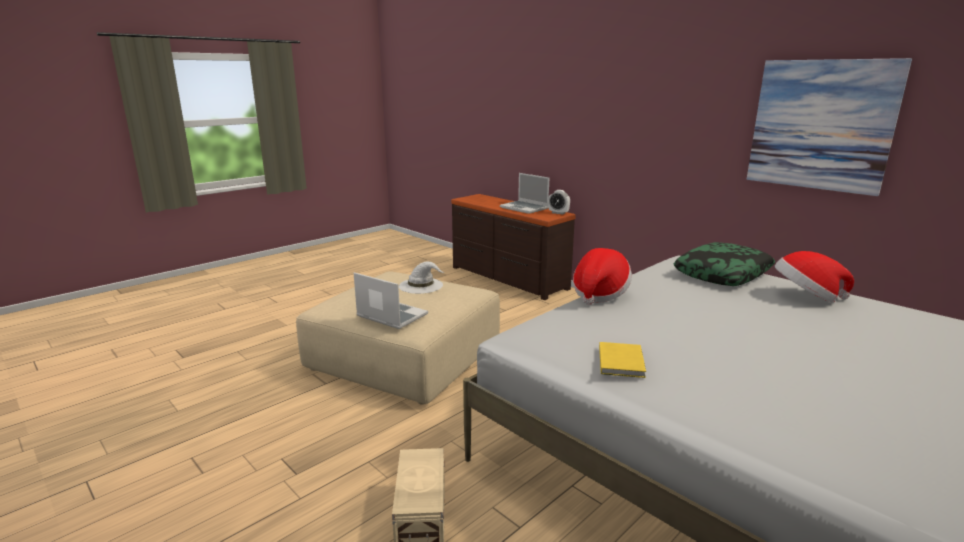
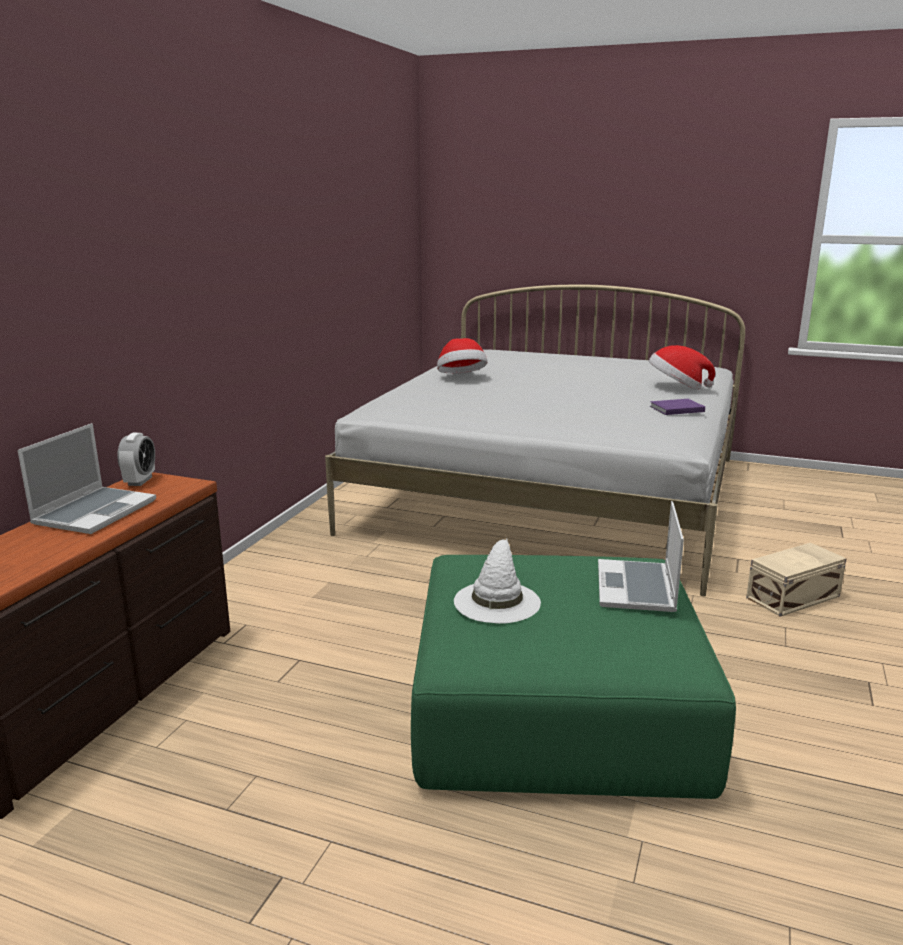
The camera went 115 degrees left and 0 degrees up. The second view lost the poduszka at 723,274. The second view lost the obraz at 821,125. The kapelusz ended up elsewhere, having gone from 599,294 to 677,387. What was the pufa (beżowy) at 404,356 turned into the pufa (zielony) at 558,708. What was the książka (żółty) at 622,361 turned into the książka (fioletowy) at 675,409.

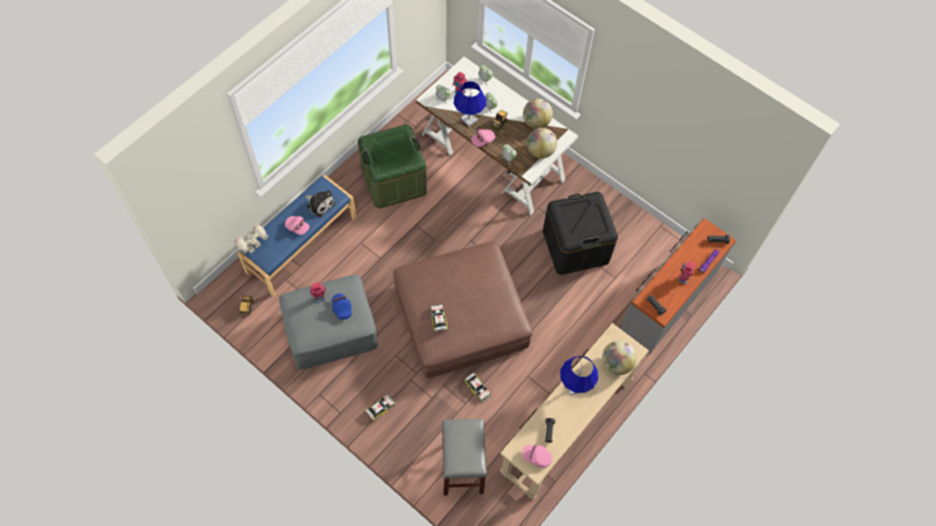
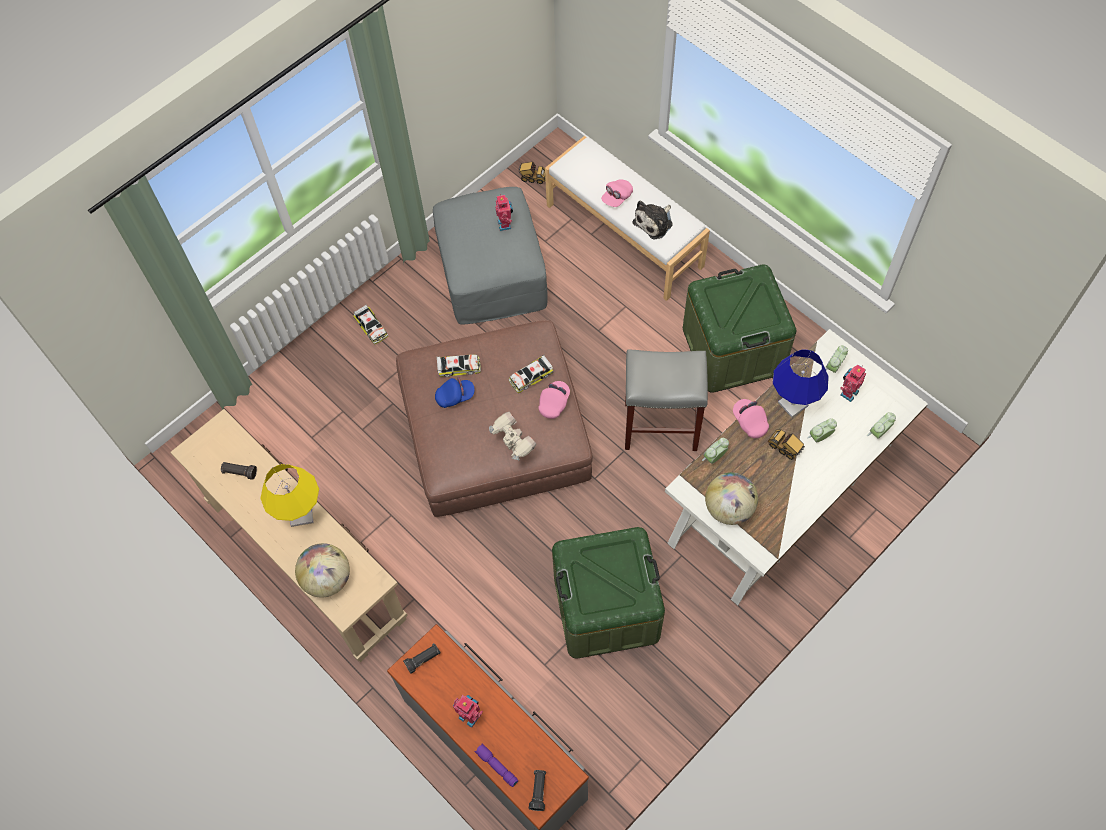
The camera went 100 degrees right and 0 degrees up. The second view lost the globus at 536,122. The robot zabawkowy ended up elsewhere, having gone from 254,248 to 514,449. The czapka z daszkiem (niebieski) ended up elsewhere, having gone from 342,308 to 455,396. The stołek (szary) ended up elsewhere, having gone from 462,468 to 661,425. The samochodzik ended up elsewhere, having gone from 478,388 to 530,376. The czapka z daszkiem (różowy) ended up elsewhere, having gone from 536,457 to 554,403. What was the ławka (niebieski) at 301,245 turned into the ławka (biały) at 625,235. What was the pojemnik do przechowywania (czarny) at 575,246 turned into the pojemnik do przechowywania (zielony) at 606,608. What was the lampa stołowa (niebieski) at 574,386 turned into the lampa stołowa (żółty) at 301,514.

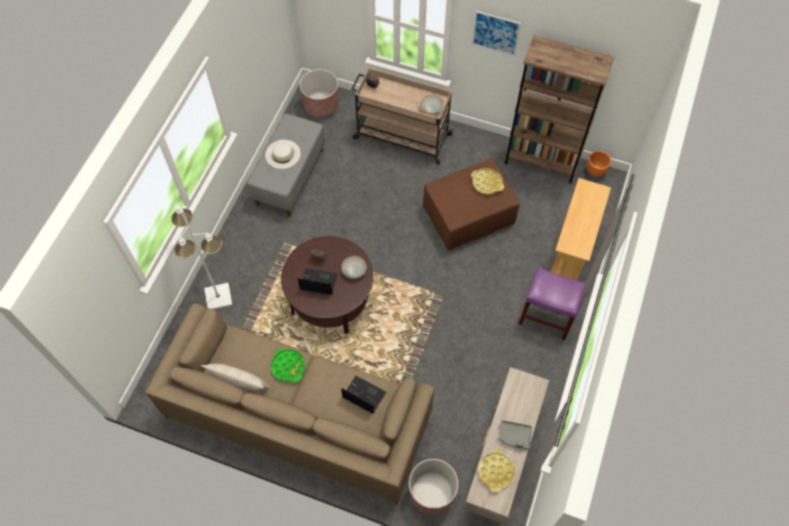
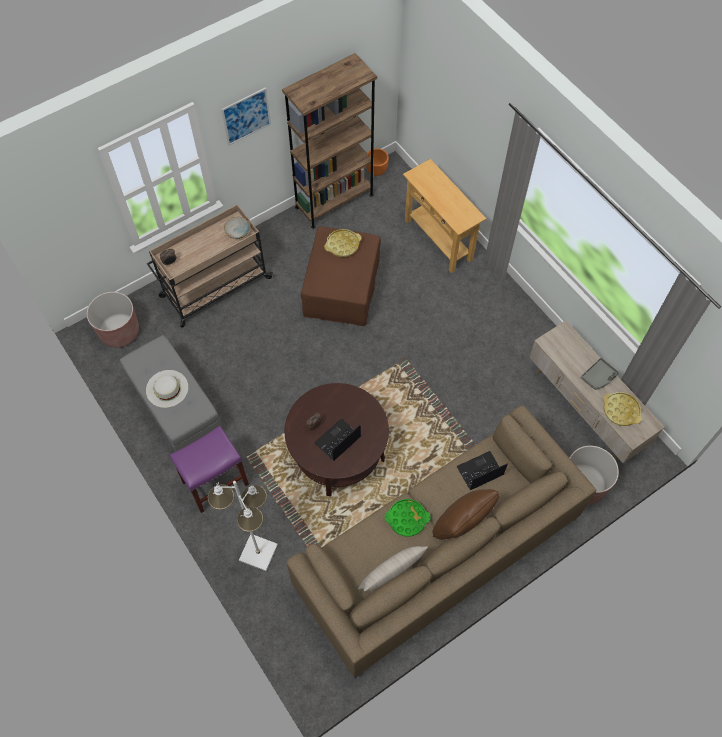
The camera went 55 degrees left and 0 degrees up. The second view lost the miska at 354,270. The second view gained the poduszka (brązowy) at 461,524. The stołek (fioletowy) ended up elsewhere, having gone from 545,317 to 214,483.

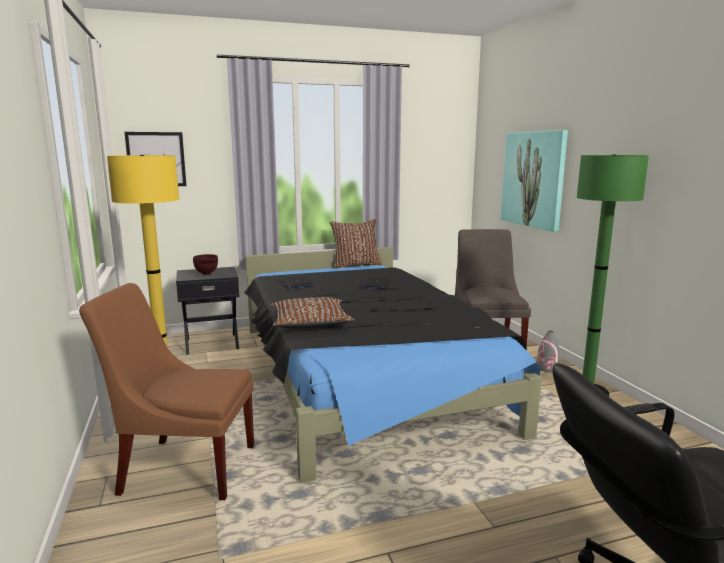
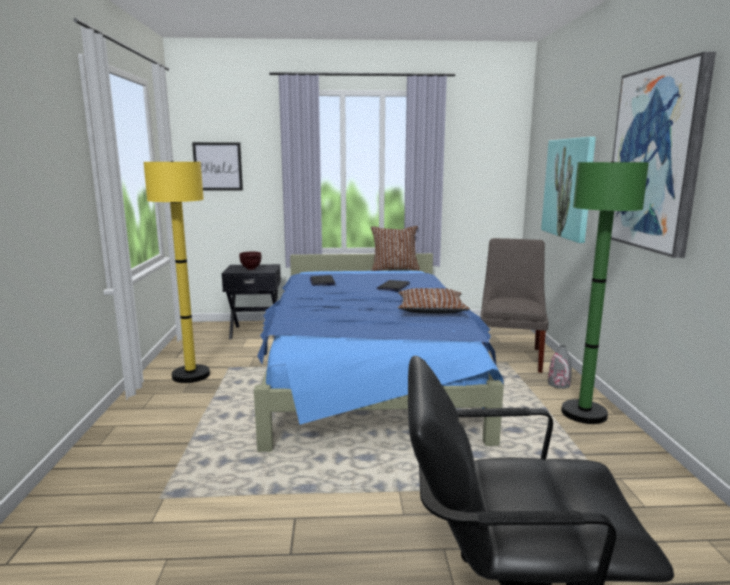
The camera went 15 degrees right and 0 degrees up. The second view lost the krzesło (brązowy) at 183,467. The second view gained the obraz at 656,159. The poduszka (brązowy) ended up elsewhere, having gone from 310,322 to 431,309. What was the łóżko (czarny) at 362,374 turned into the łóżko (niebieski) at 368,370.

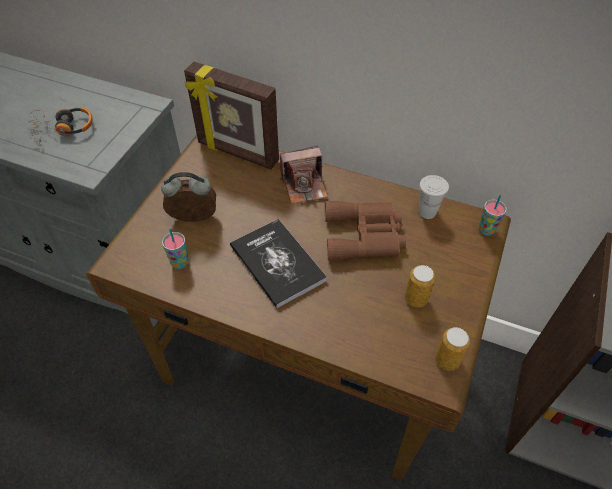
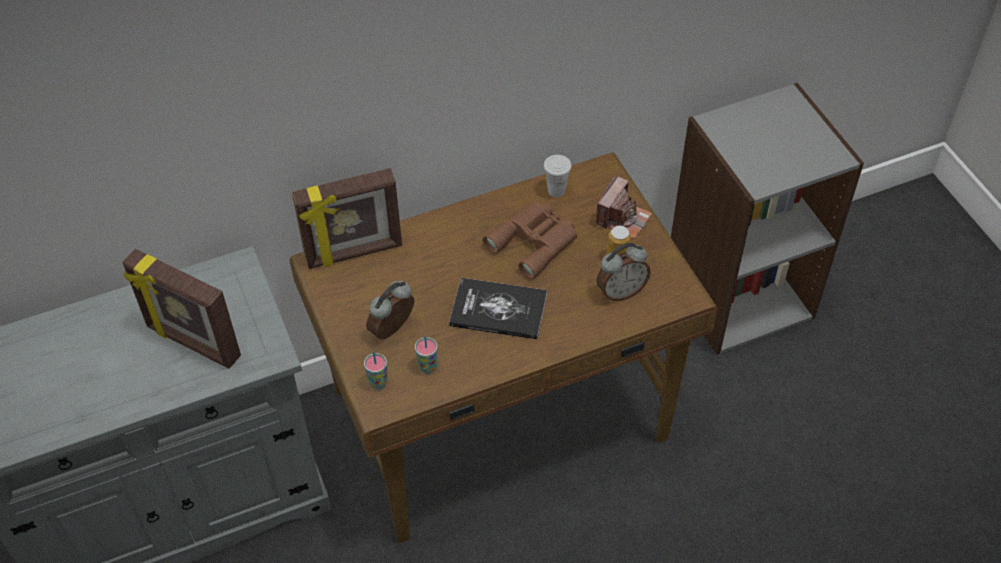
The camera went 45 degrees left and 0 degrees up. The second view lost the puszka at 447,360. The second view gained the budzik at 620,291. The aparat fotograficzny ended up elsewhere, having gone from 304,186 to 622,219. The filiżanka ended up elsewhere, having gone from 486,230 to 378,383. Where the słuchawki stood at 62,129, the ramka na zdjęcie came to stand at 192,343.

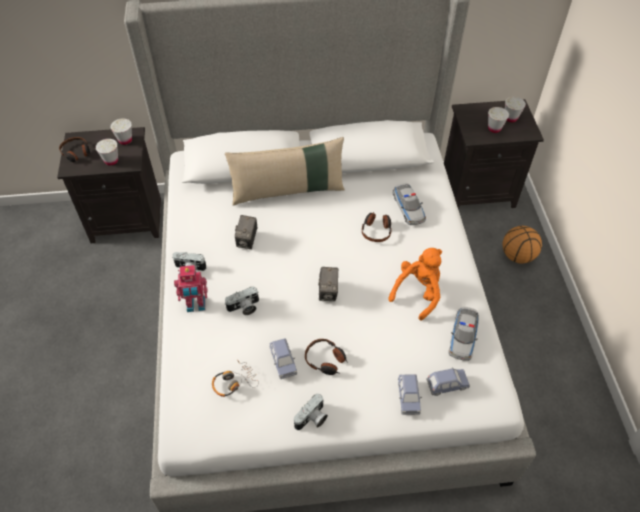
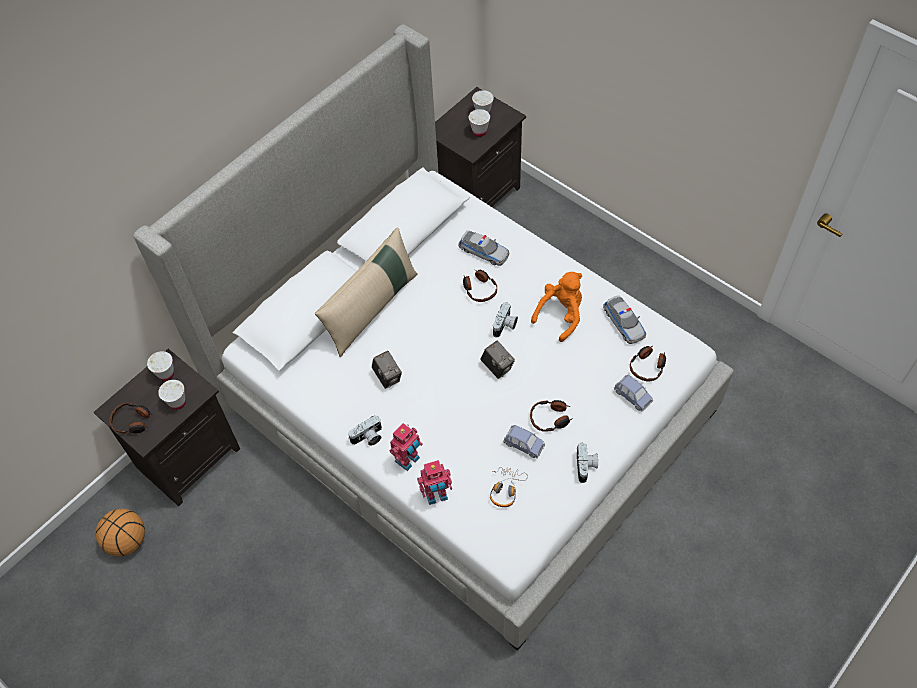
The camera went 40 degrees left and 5 degrees up. The second view gained the robot zabawkowy at 436,496. The aparat fotograficzny ended up elsewhere, having gone from 244,307 to 505,326. The piłka do koszykówki ended up elsewhere, having gone from 517,256 to 127,541. Where the samochodzik (niebieski) stood at 447,385, the słuchawki came to stand at 647,366. The pluszak (pomarańczowy) at 418,292 ended up facing another way, 45 degrees clockwise from before.

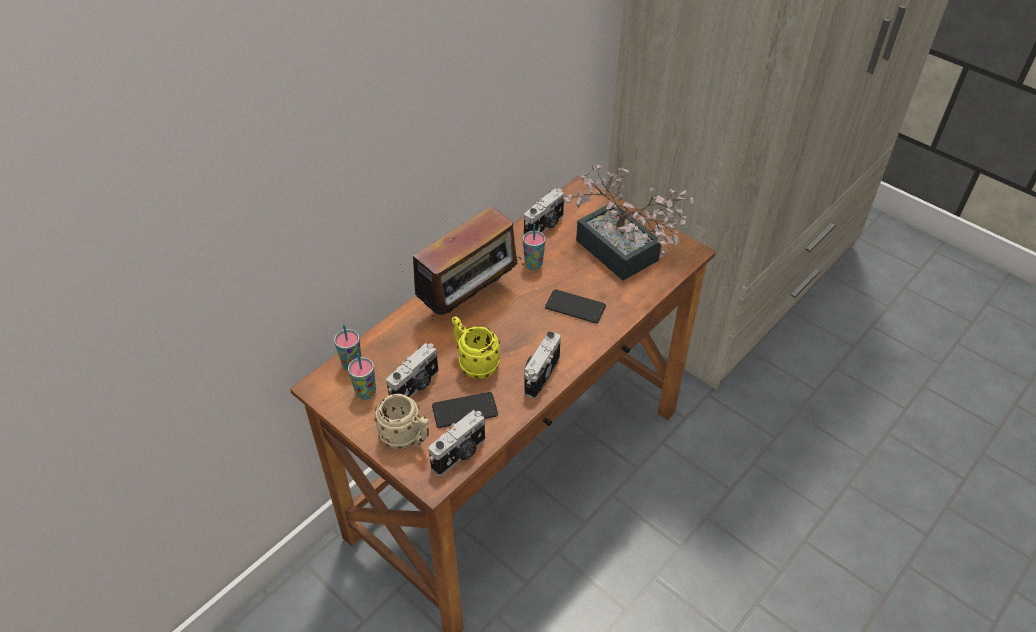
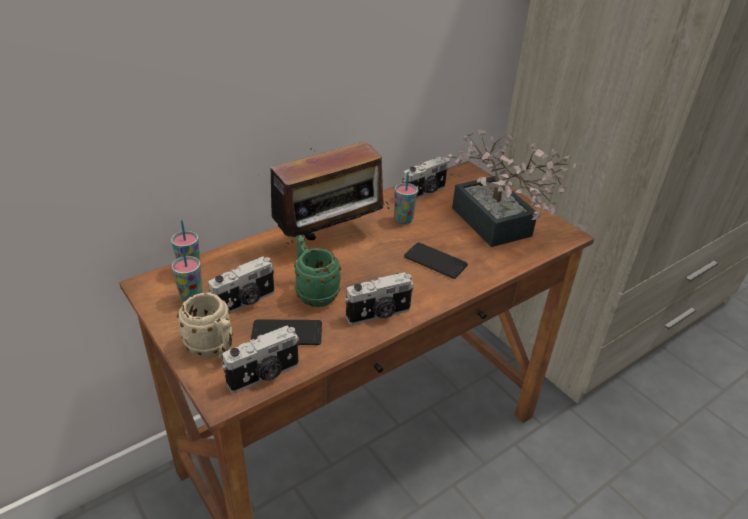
The camera went 10 degrees right and 10 degrees down. What was the kubek (żółty) at 474,363 turned into the kubek (zielony) at 313,292. The aparat fotograficzny at 540,375 ended up facing another way, 150 degrees counterclockwise from before.

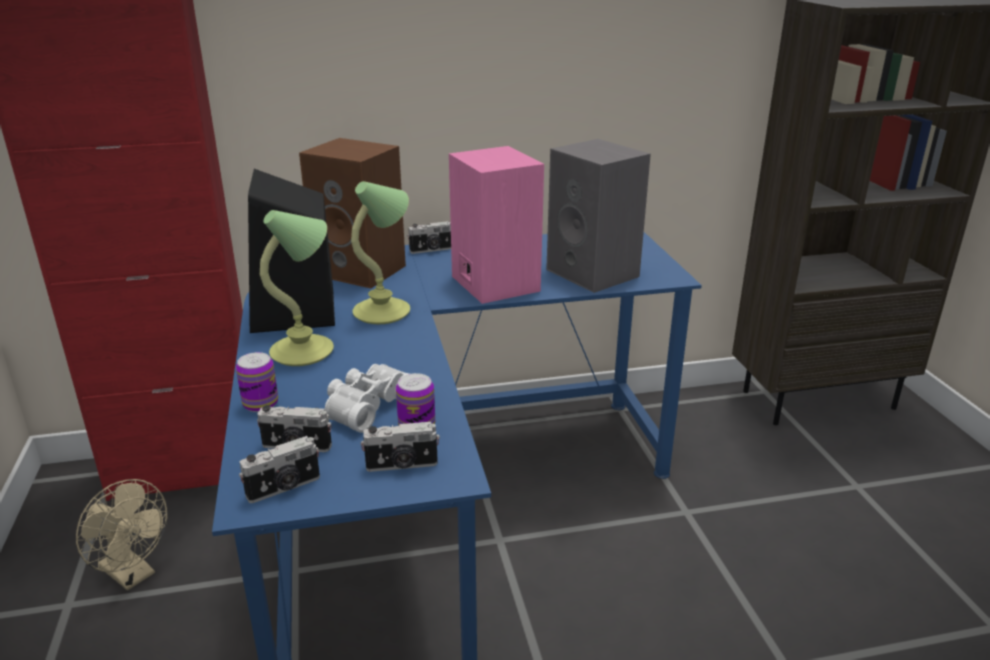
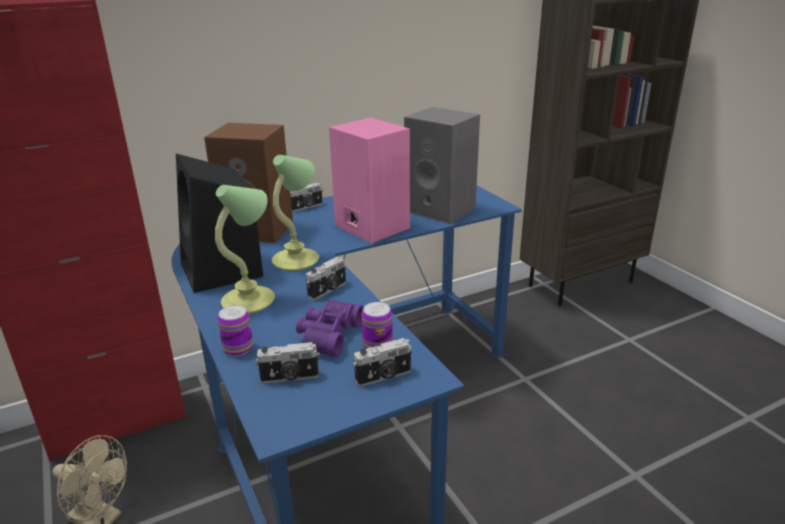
The camera went 15 degrees left and 0 degrees up. The aparat fotograficzny ended up elsewhere, having gone from 284,488 to 328,290. What was the lornetka (biały) at 366,406 turned into the lornetka (fioletowy) at 327,335.

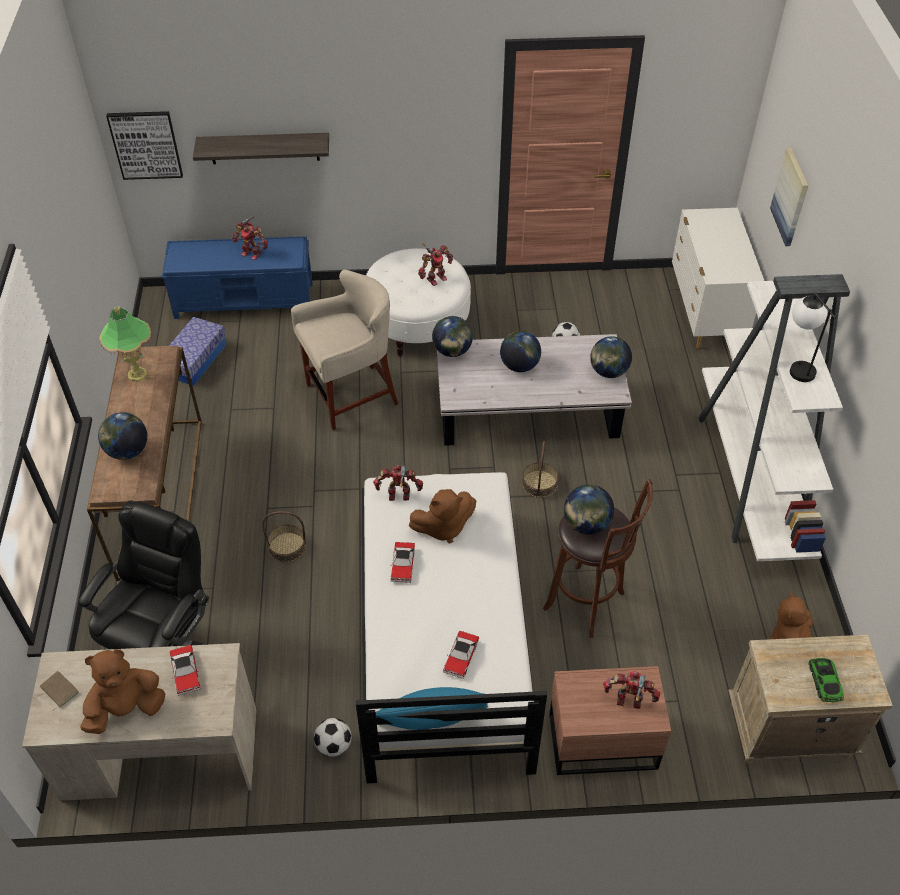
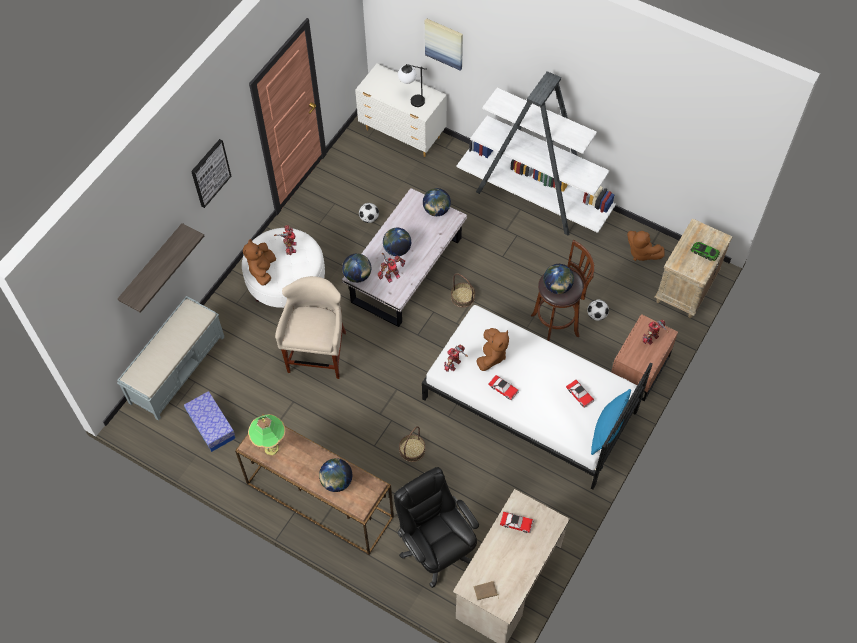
The camera went 55 degrees left and 10 degrees up. The pluszak (brązowy) ended up elsewhere, having gone from 126,709 to 262,270. The obraz ended up elsewhere, having gone from 146,144 to 210,173. The robot zabawkowy ended up elsewhere, having gone from 252,253 to 391,275. The piłka futbolowa ended up elsewhere, having gone from 334,745 to 596,315. The lampa stołowa ended up elsewhere, having gone from 796,365 to 411,100. What was the ławka (niebieski) at 245,300 turned into the ławka (szary) at 177,368.

